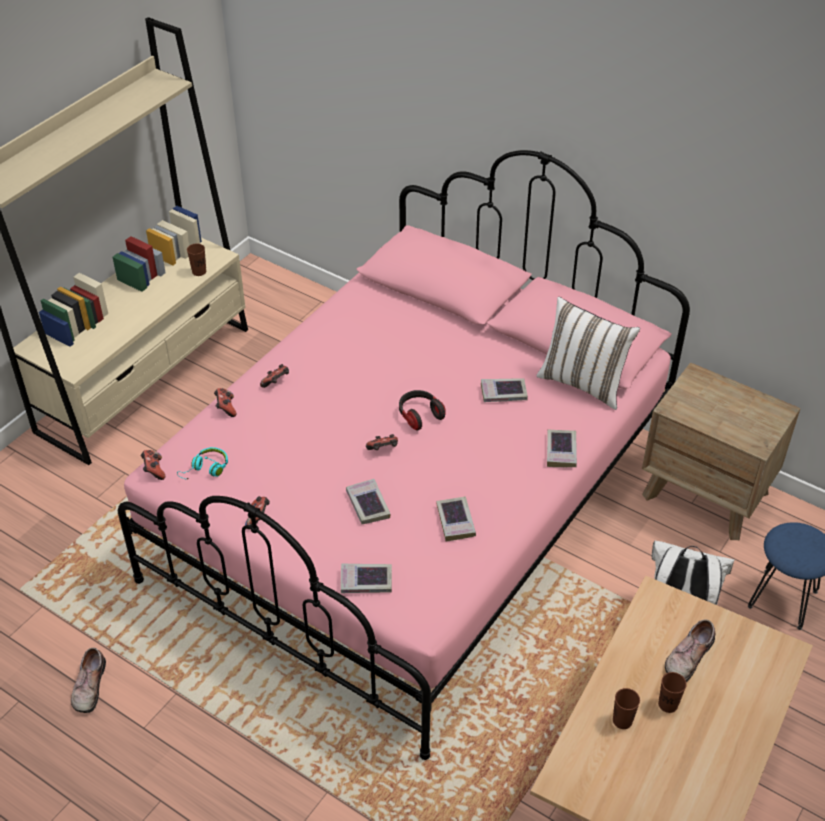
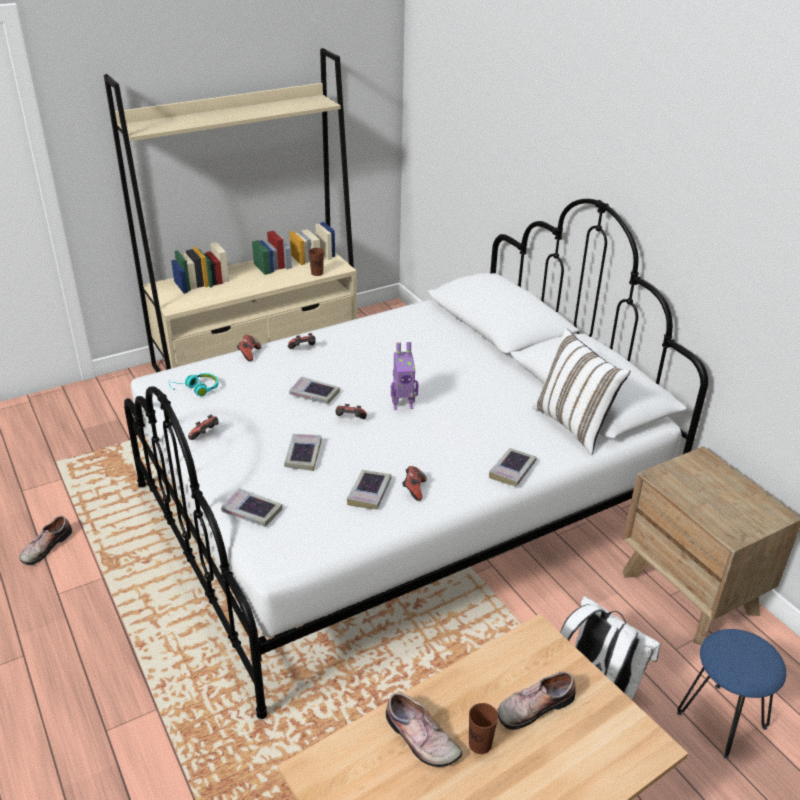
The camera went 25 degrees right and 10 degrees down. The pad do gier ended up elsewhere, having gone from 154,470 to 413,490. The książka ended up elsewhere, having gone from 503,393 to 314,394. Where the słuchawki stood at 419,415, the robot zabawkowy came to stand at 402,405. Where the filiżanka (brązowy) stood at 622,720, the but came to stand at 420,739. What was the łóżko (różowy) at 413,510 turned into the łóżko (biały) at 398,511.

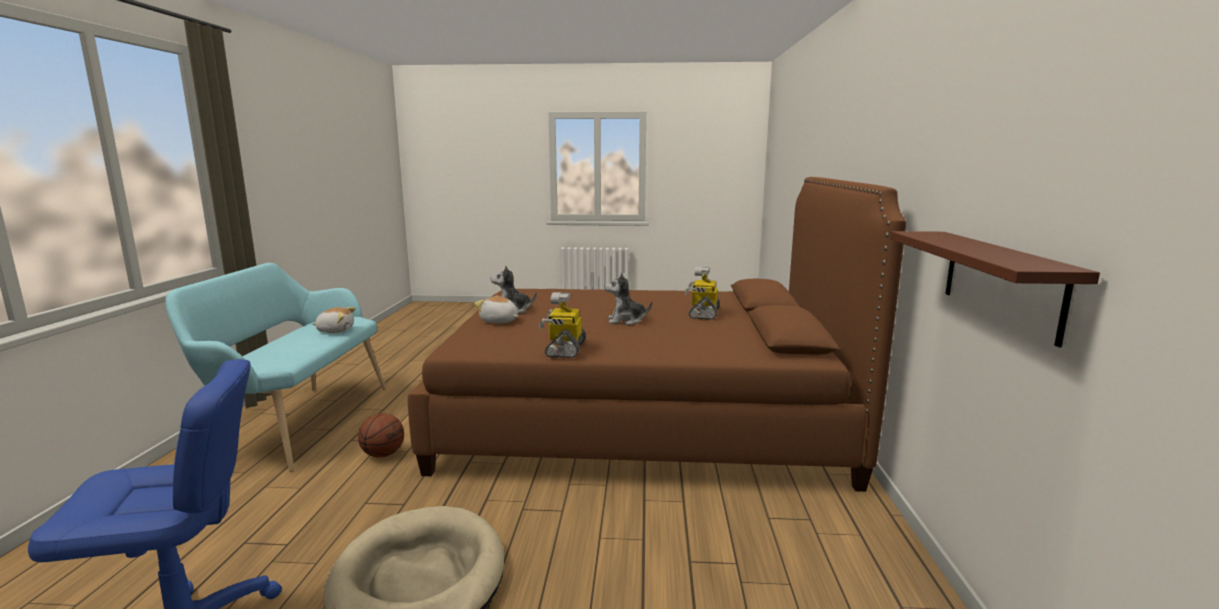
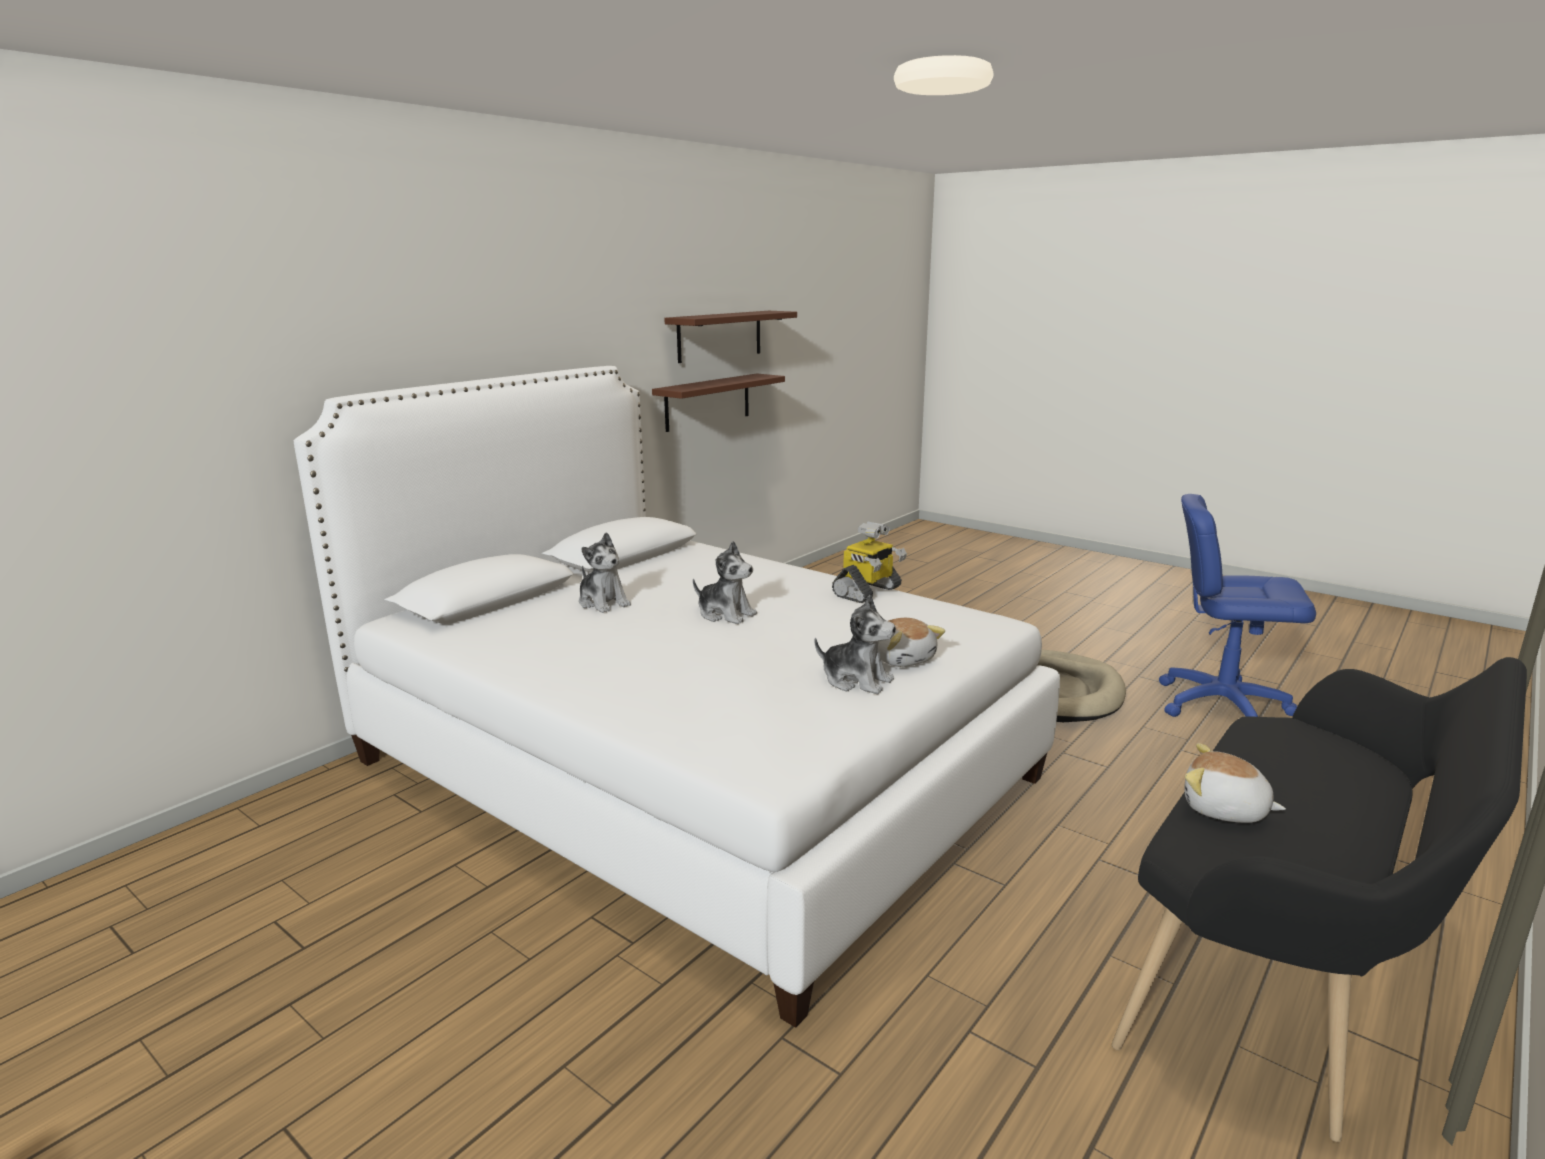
The camera went 145 degrees left and 5 degrees up. The second view lost the piłka do koszykówki at 383,454. The second view gained the półka (brązowy) at 720,336. Where the robot zabawkowy stood at 703,313, the pluszak came to stand at 603,602. What was the ławka (turkusowy) at 298,423 turned into the ławka (czarny) at 1290,975. What was the łóżko (brązowy) at 642,416 turned into the łóżko (biały) at 690,769.

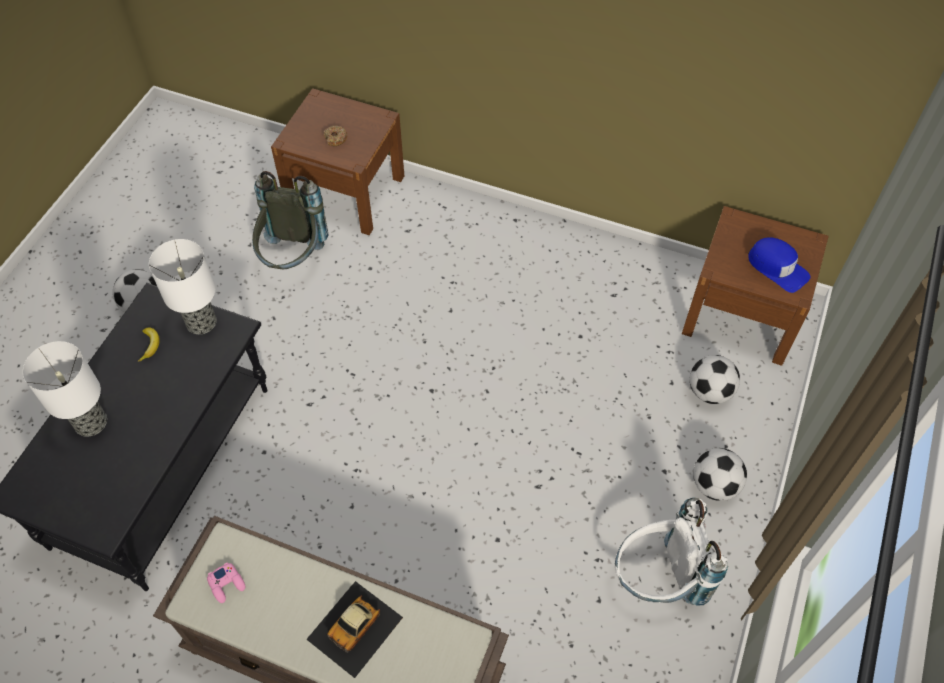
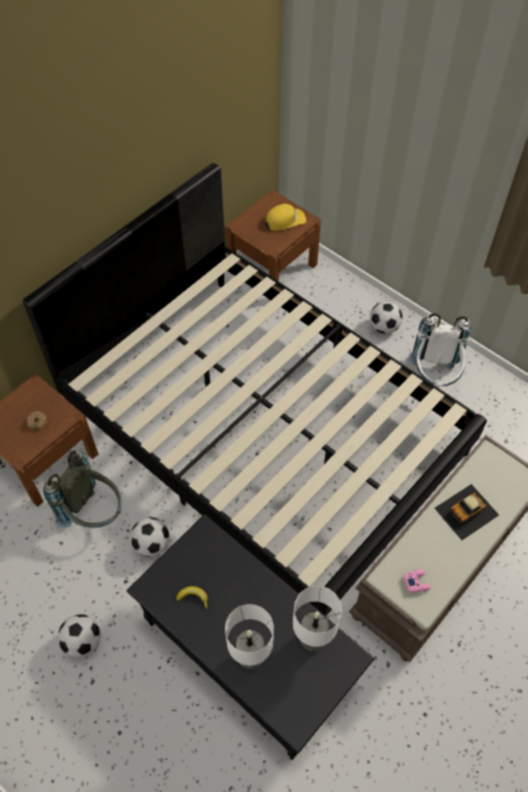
The camera went 70 degrees left and 0 degrees up. The second view gained the łóżko (czarny) at 264,427. The lampa stołowa ended up elsewhere, having gone from 201,323 to 313,638. The piłka futbolowa ended up elsewhere, having gone from 709,392 to 152,544. What was the czapka z daszkiem (niebieski) at 777,268 turned into the czapka z daszkiem (żółty) at 285,220. The samochodzik at 355,628 ended up facing another way, 90 degrees clockwise from before.

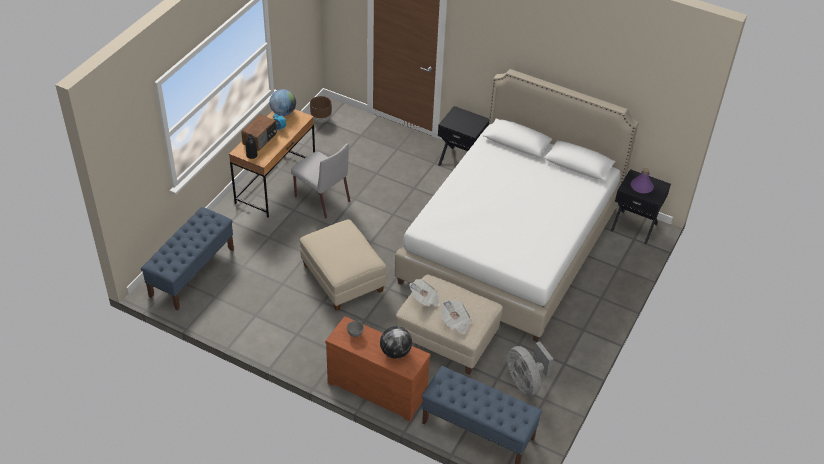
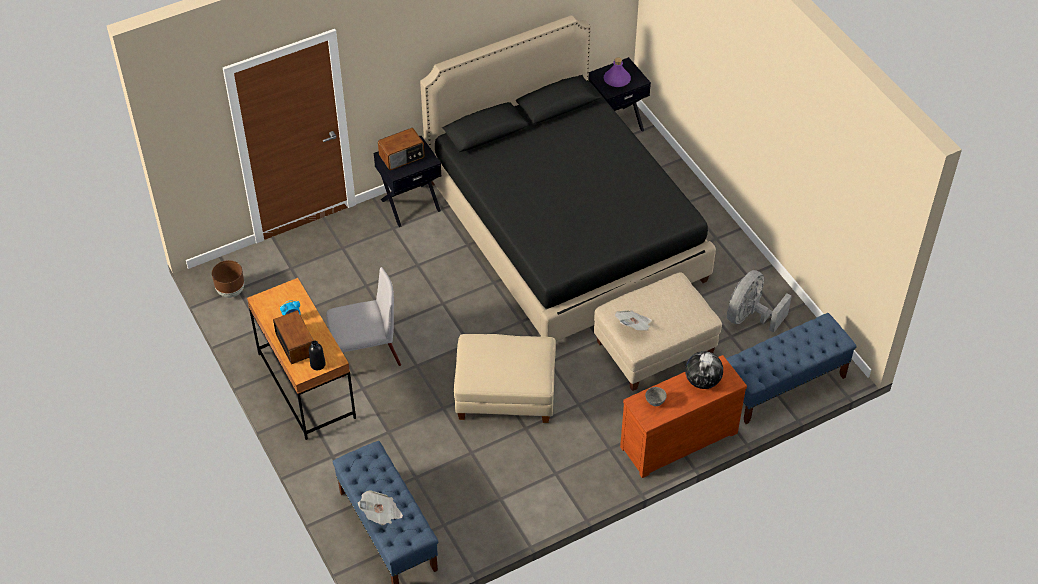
The camera went 55 degrees left and 5 degrees up. The second view lost the globus at 283,112. The second view gained the radio at 402,157. The gazeta ended up elsewhere, having gone from 455,322 to 381,514. What was the łóżko (biały) at 511,244 turned into the łóżko (czarny) at 564,230. The wentylator (szary) at 525,382 ended up facing another way, 120 degrees clockwise from before.

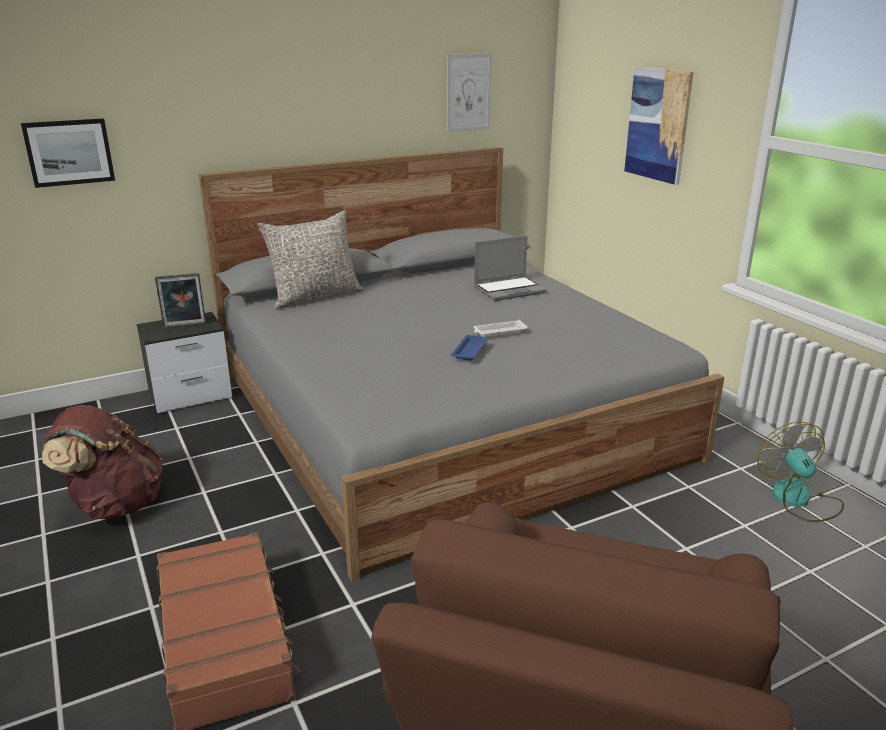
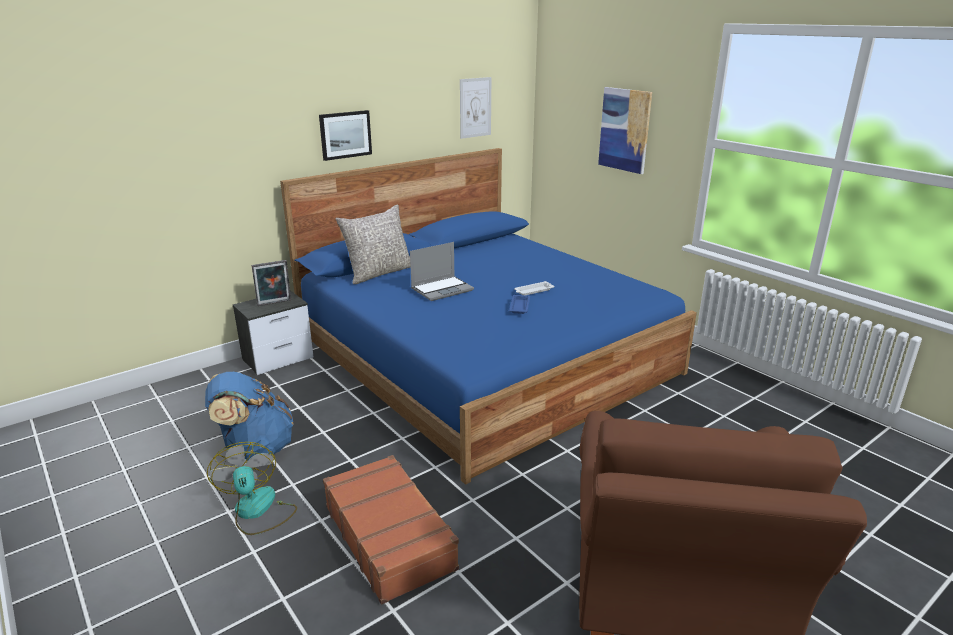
The camera went 10 degrees left and 0 degrees up. The obraz ended up elsewhere, having gone from 69,152 to 345,135. The laptop ended up elsewhere, having gone from 509,290 to 442,289. The wentylator ended up elsewhere, having gone from 798,500 to 257,511. What was the plecak (brązowy) at 114,504 turned into the plecak (niebieski) at 255,448. What was the łóżko (szary) at 443,414 turned into the łóżko (niebieski) at 485,357.

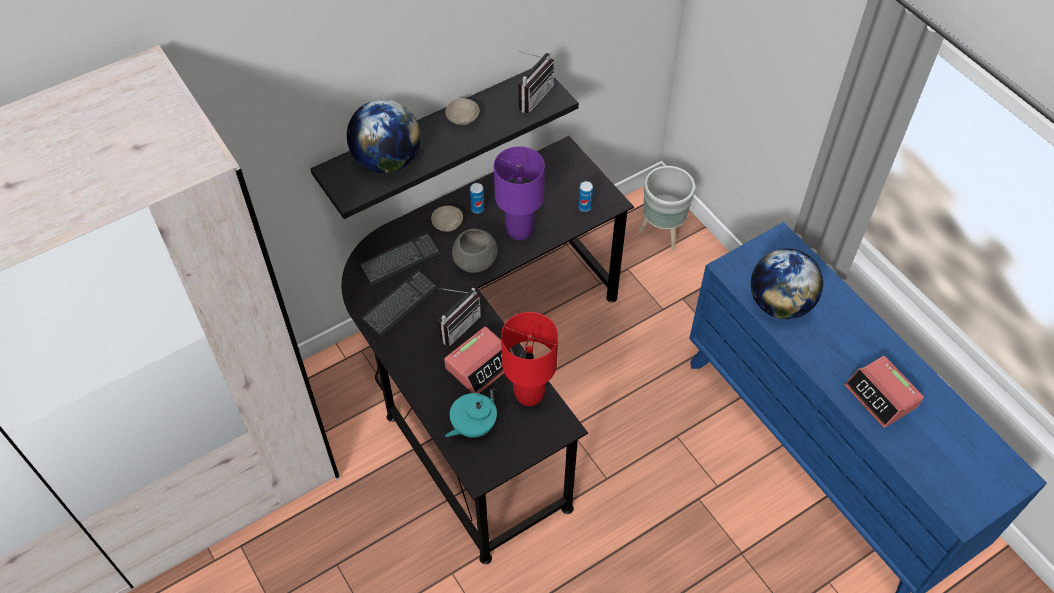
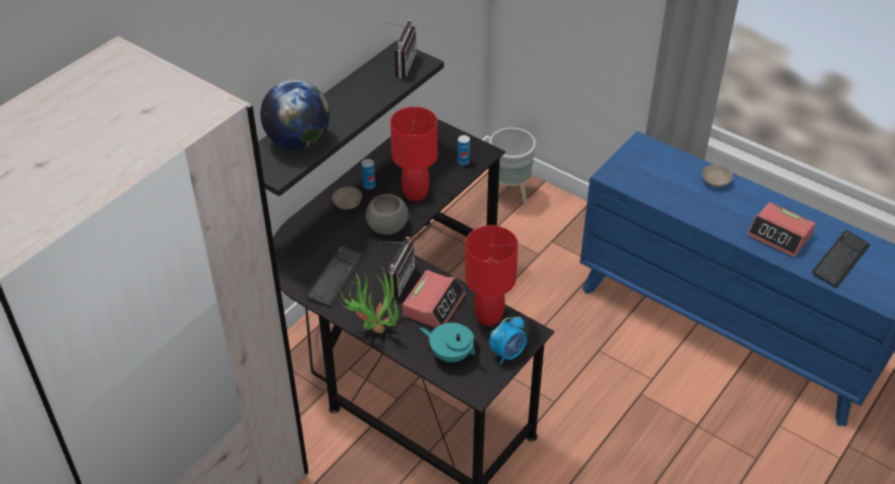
The camera went 20 degrees left and 10 degrees down. The second view lost the globus at 779,304. The second view gained the roślina doniczkowa at 373,327. The second view gained the budzik at 508,353. The klawiatura ended up elsewhere, having gone from 400,260 to 840,260. The miska (beżowy) ended up elsewhere, having gone from 463,117 to 716,181. What was the lampa stołowa (fioletowy) at 519,231 turned into the lampa stołowa (czerwony) at 415,193. The imbryk (turkusowy) at 473,425 ended up facing another way, 90 degrees clockwise from before.

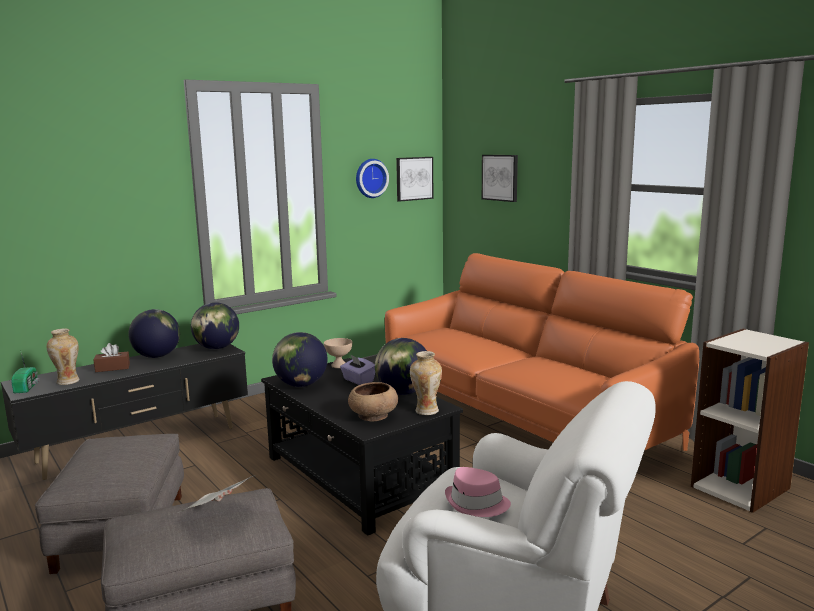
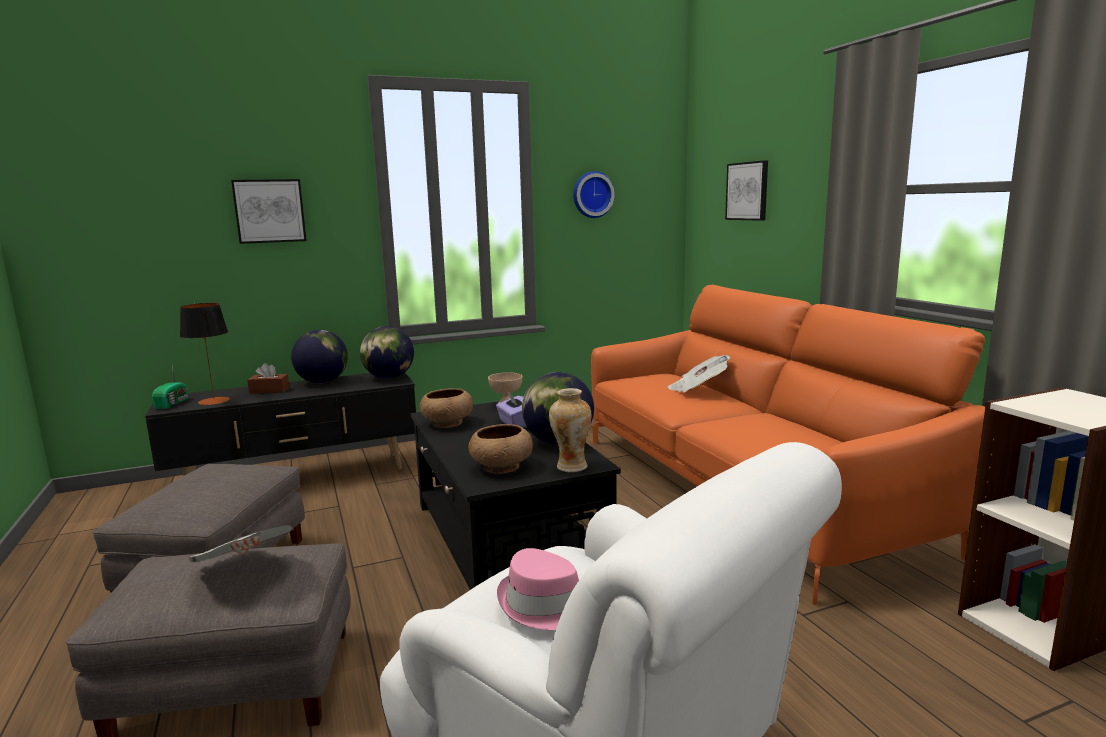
The camera went 15 degrees right and 0 degrees up. The second view gained the gazeta at 697,389. The obraz ended up elsewhere, having gone from 414,178 to 269,211. Where the wazon stood at 67,382, the lampa stołowa came to stand at 214,401. Where the globus stood at 301,385, the miska (brązowy) came to stand at 447,423.

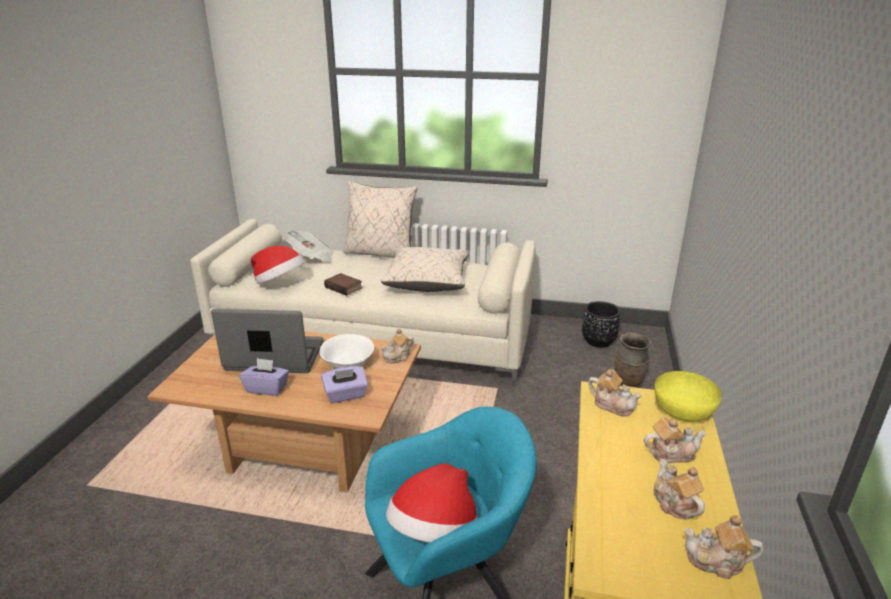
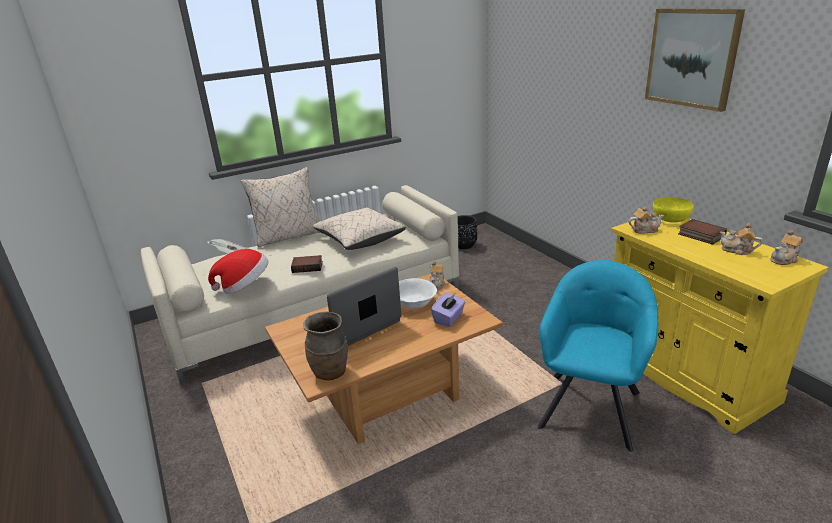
The camera went 40 degrees left and 0 degrees up. The second view lost the pudełko chusteczek (fioletowy) at 267,388. The second view lost the kapelusz at 434,532. The second view gained the obraz at 692,58. The wazon (brązowy) ended up elsewhere, having gone from 629,381 to 331,373. Where the imbryk stood at 670,453, the książka came to stand at 700,235.

